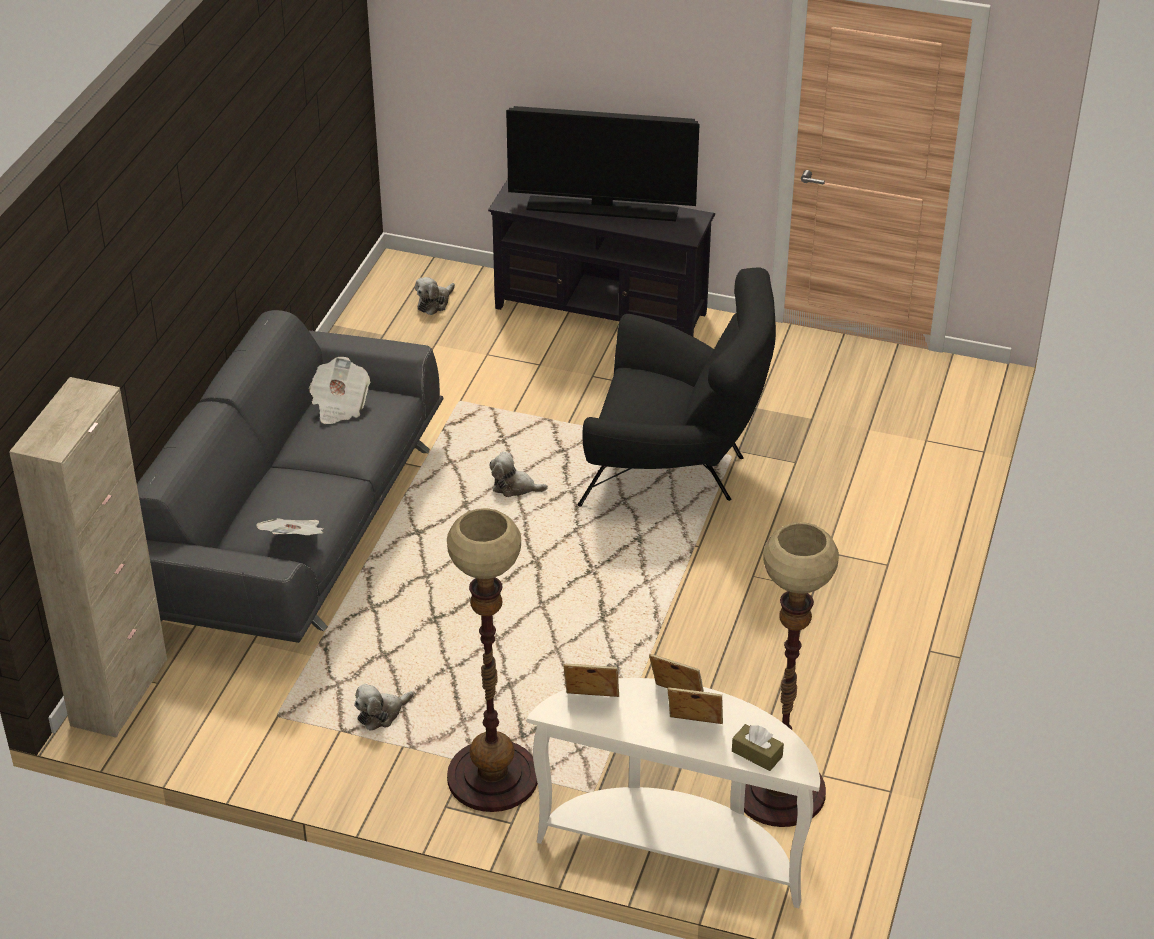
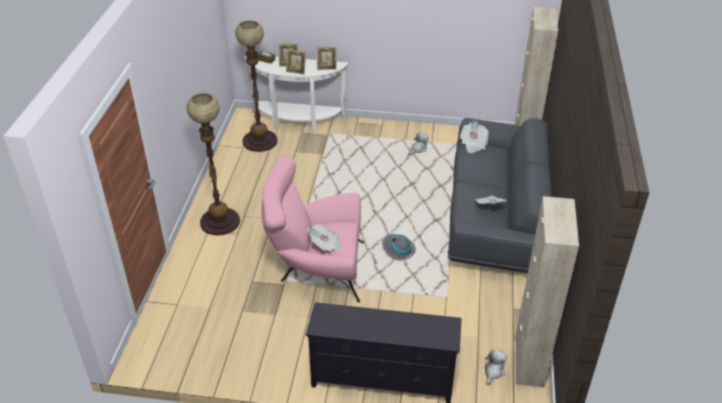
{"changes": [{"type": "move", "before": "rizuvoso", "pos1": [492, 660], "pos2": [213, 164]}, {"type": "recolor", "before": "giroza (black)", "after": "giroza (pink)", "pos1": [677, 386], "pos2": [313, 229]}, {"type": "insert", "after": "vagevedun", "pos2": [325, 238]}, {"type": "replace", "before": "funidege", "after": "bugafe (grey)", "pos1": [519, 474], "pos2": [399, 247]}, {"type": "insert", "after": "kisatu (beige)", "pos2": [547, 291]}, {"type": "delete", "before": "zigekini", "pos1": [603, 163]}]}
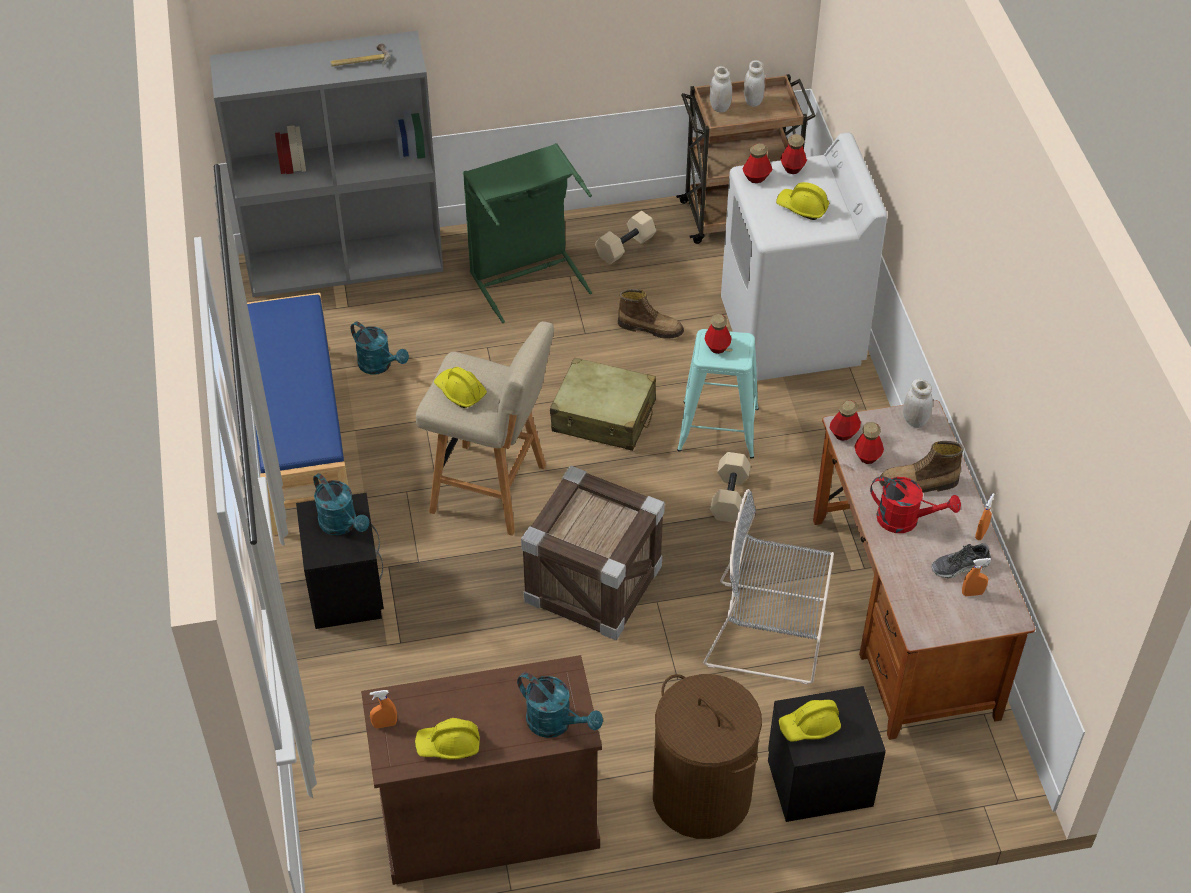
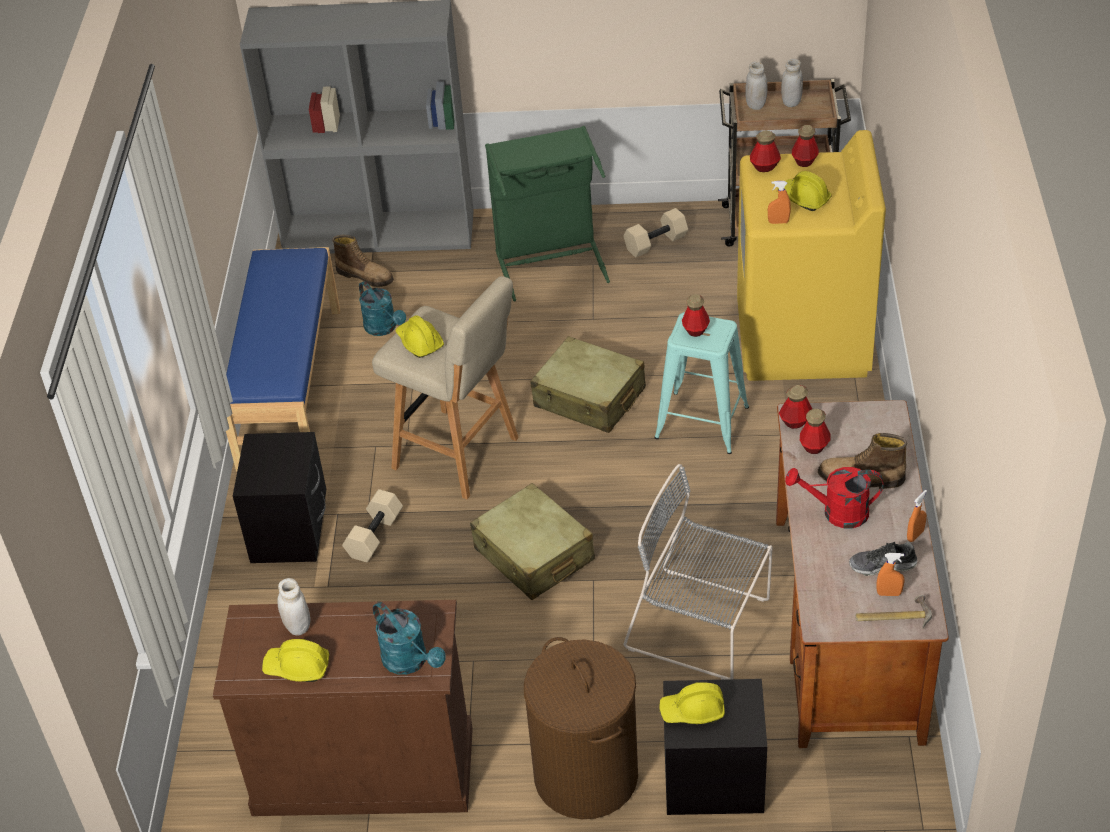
{"changes": [{"type": "move", "before": "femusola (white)", "pos1": [918, 403], "pos2": [294, 607]}, {"type": "move", "before": "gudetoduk", "pos1": [651, 314], "pos2": [363, 261]}, {"type": "move", "before": "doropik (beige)", "pos1": [730, 487], "pos2": [372, 525]}, {"type": "replace", "before": "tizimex", "after": "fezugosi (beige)", "pos1": [593, 553], "pos2": [532, 541]}, {"type": "recolor", "before": "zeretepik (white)", "after": "zeretepik (yellow)", "pos1": [804, 257], "pos2": [811, 255]}, {"type": "move", "before": "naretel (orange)", "pos1": [383, 709], "pos2": [779, 202]}, {"type": "rotate", "before": "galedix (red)", "pos1": [915, 504], "pos2": [834, 497], "turn": 150}, {"type": "move", "before": "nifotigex", "pos1": [360, 54], "pos2": [893, 612]}, {"type": "delete", "before": "galedix (turquoise)", "pos1": [341, 504]}]}
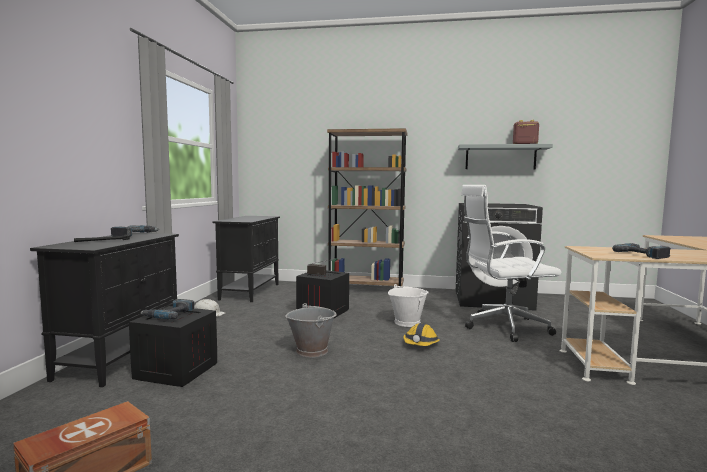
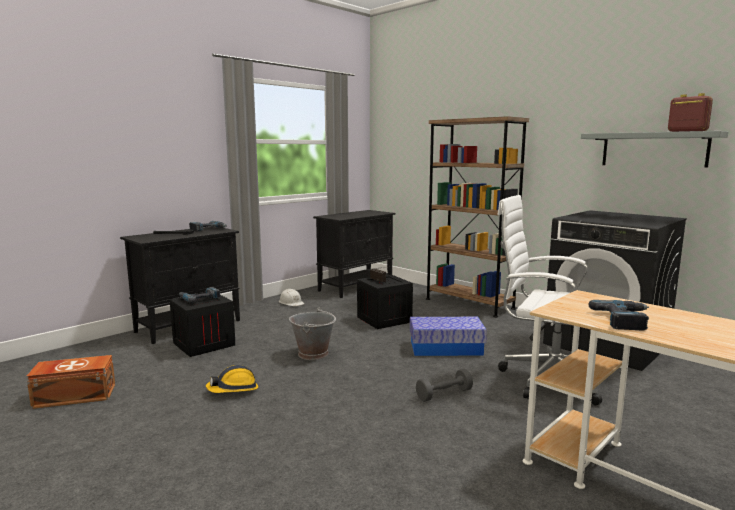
{"changes": [{"type": "move", "before": "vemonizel", "pos1": [421, 334], "pos2": [232, 379]}, {"type": "replace", "before": "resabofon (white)", "after": "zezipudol", "pos1": [408, 305], "pos2": [448, 336]}, {"type": "insert", "after": "doropik (grey)", "pos2": [444, 385]}]}
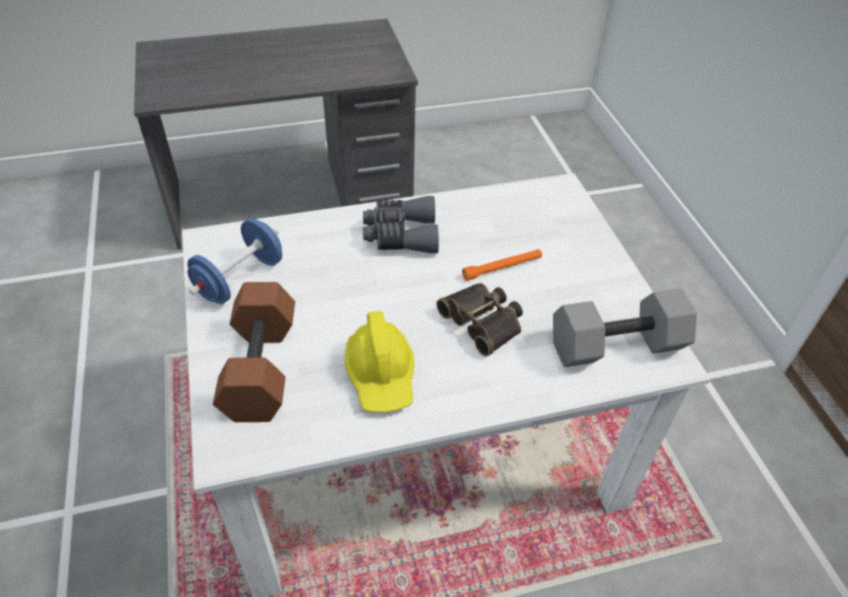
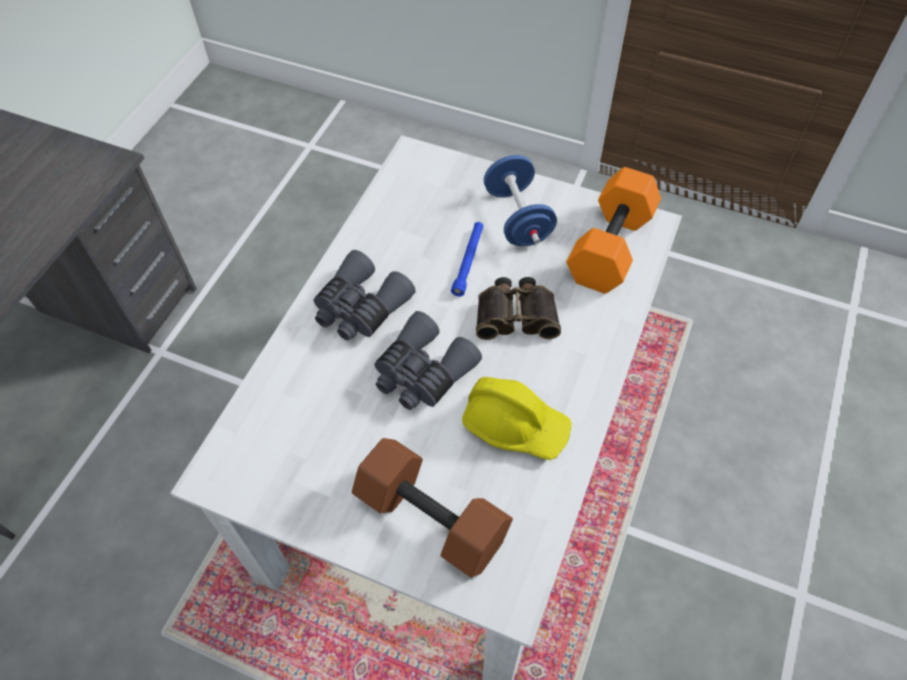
{"changes": [{"type": "insert", "after": "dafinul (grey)", "pos2": [428, 360]}, {"type": "recolor", "before": "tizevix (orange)", "after": "tizevix (blue)", "pos1": [502, 265], "pos2": [467, 259]}, {"type": "move", "before": "doropik (blue)", "pos1": [234, 261], "pos2": [520, 200]}, {"type": "recolor", "before": "doropik (grey)", "after": "doropik (orange)", "pos1": [625, 328], "pos2": [613, 230]}]}
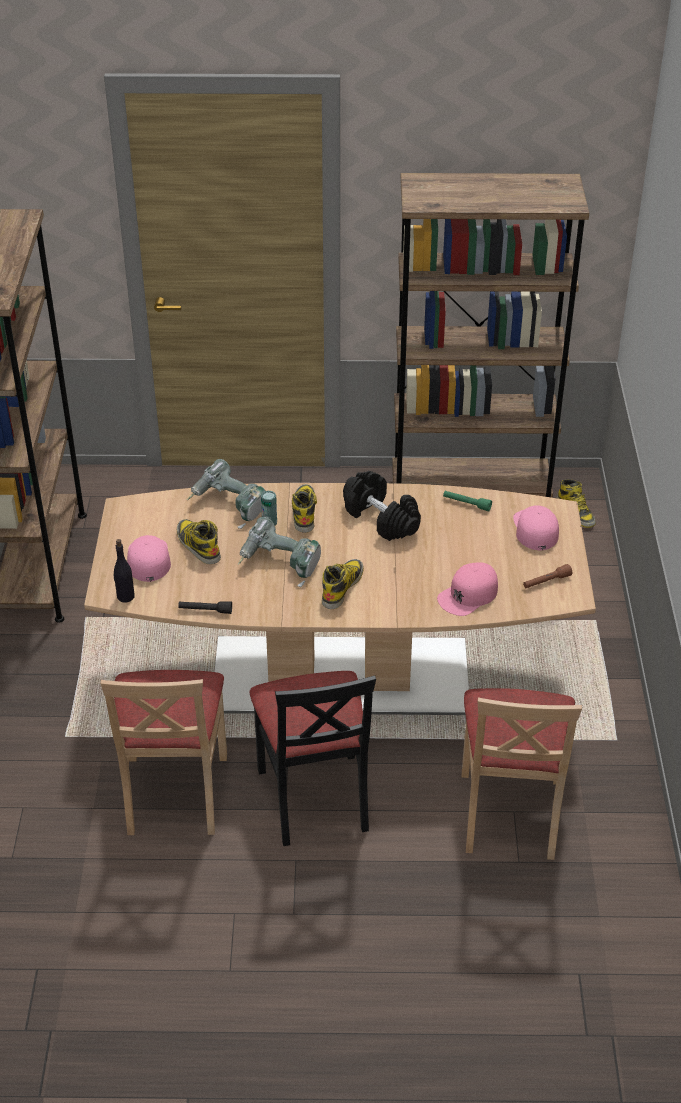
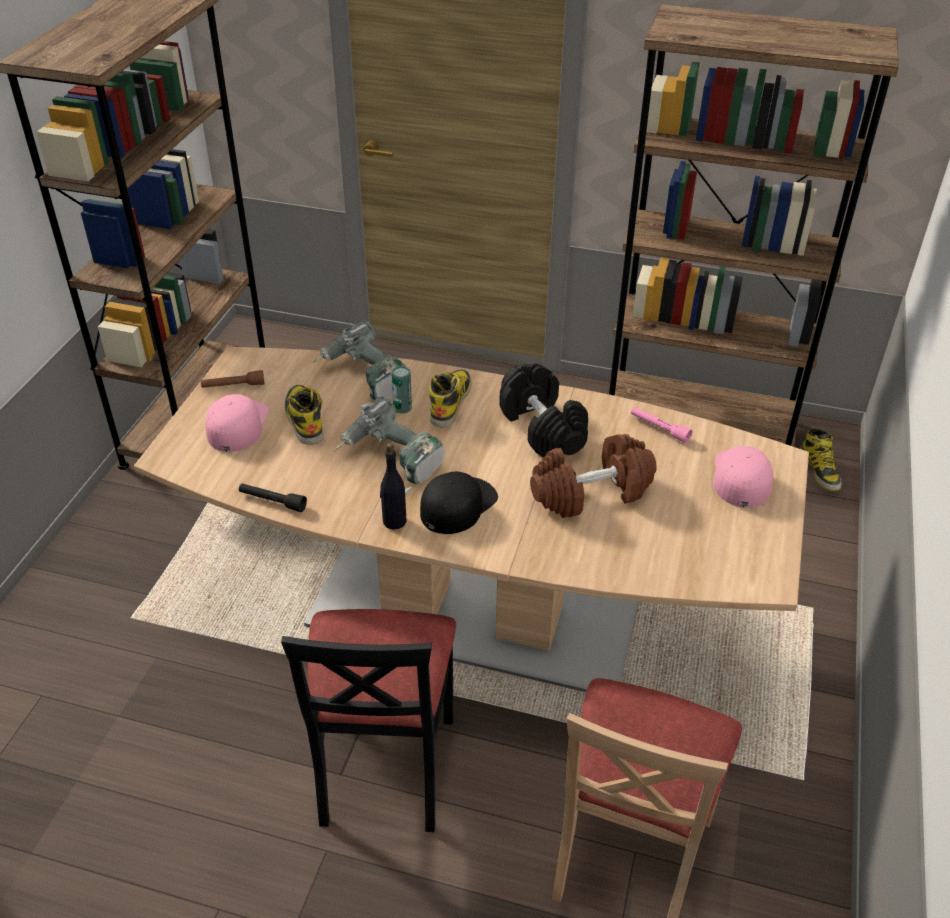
{"changes": [{"type": "move", "before": "tizevix (brown)", "pos1": [547, 576], "pos2": [232, 379]}, {"type": "move", "before": "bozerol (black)", "pos1": [124, 570], "pos2": [393, 486]}, {"type": "replace", "before": "gudetoduk", "after": "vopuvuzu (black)", "pos1": [343, 584], "pos2": [459, 502]}, {"type": "insert", "after": "doropik (brown)", "pos2": [593, 476]}, {"type": "recolor", "before": "tizevix (green)", "after": "tizevix (pink)", "pos1": [467, 501], "pos2": [661, 425]}, {"type": "delete", "before": "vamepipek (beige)", "pos1": [163, 752]}, {"type": "delete", "before": "vopuvuzu (pink)", "pos1": [467, 589]}]}
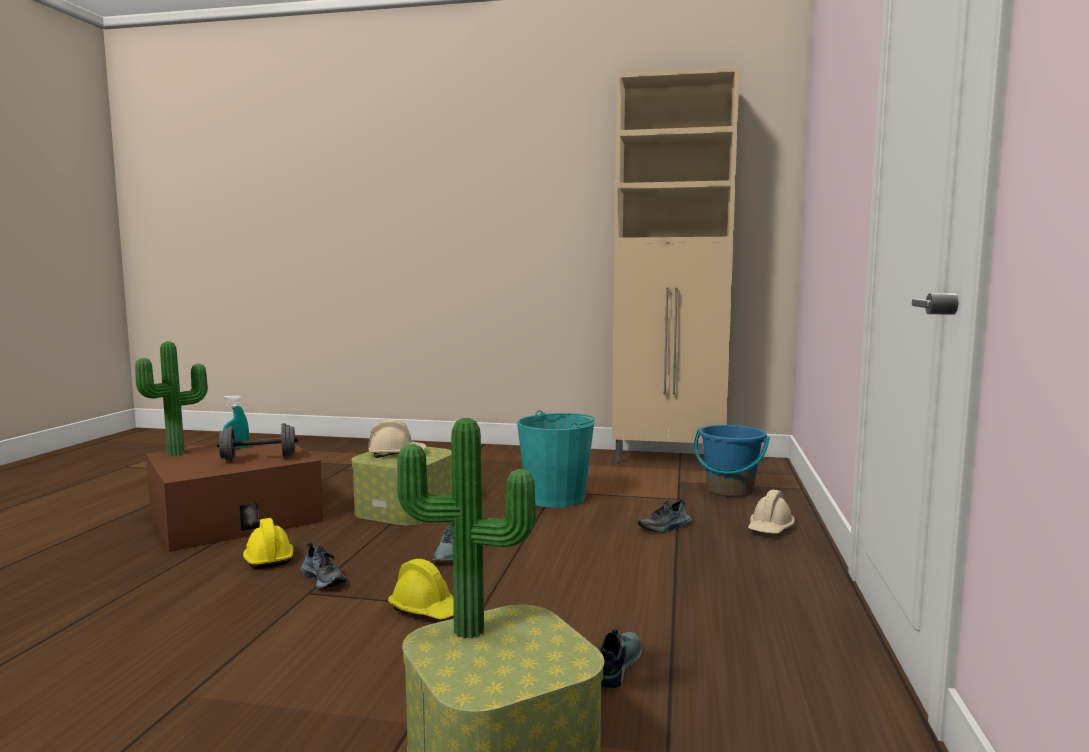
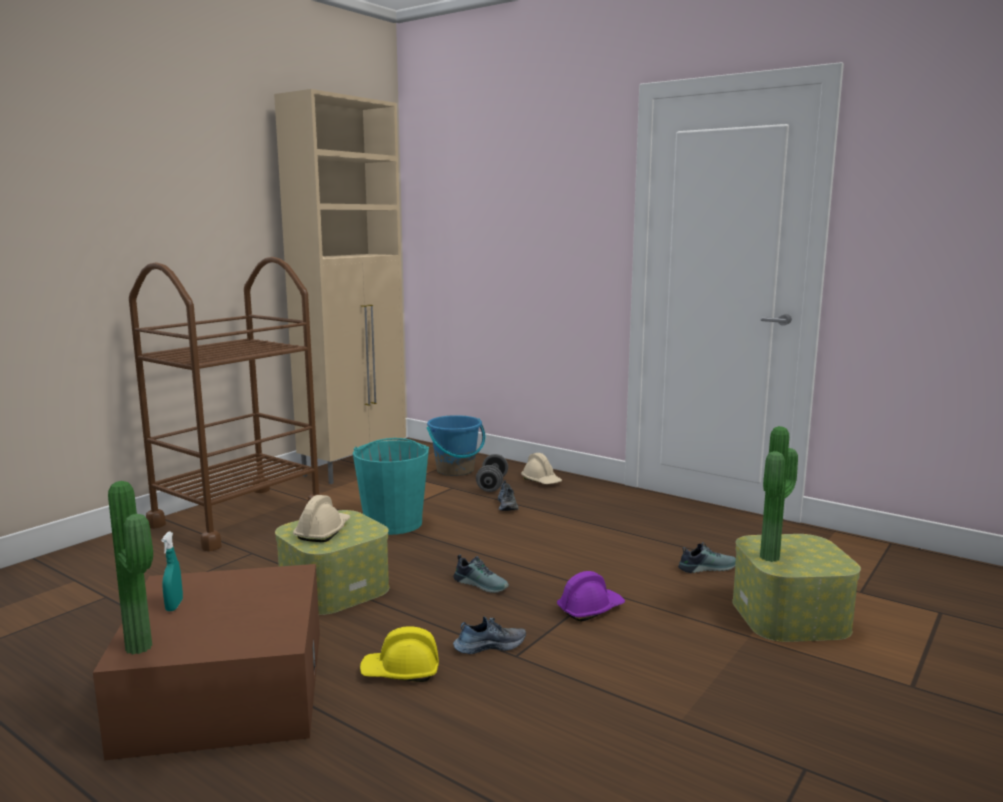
{"changes": [{"type": "insert", "after": "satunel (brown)", "pos2": [225, 404]}, {"type": "move", "before": "doropik (grey)", "pos1": [257, 442], "pos2": [492, 473]}, {"type": "recolor", "before": "vemonizel (yellow)", "after": "vemonizel (purple)", "pos1": [421, 589], "pos2": [591, 596]}, {"type": "rotate", "before": "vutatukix", "pos1": [620, 658], "pos2": [707, 557], "turn": 120}]}
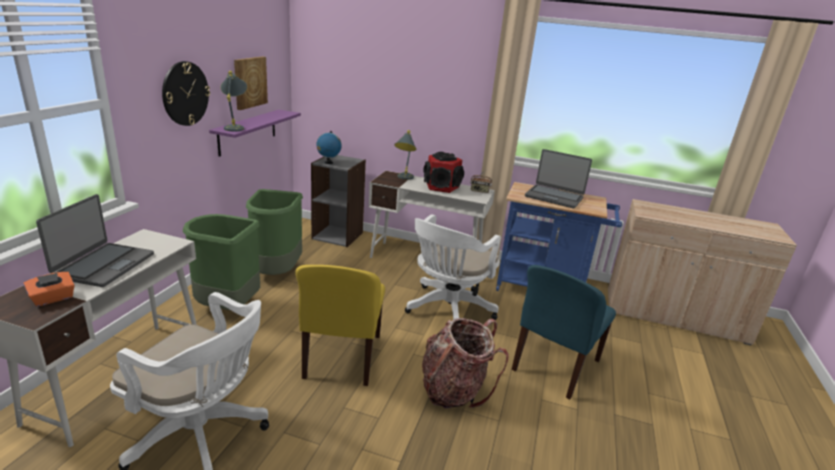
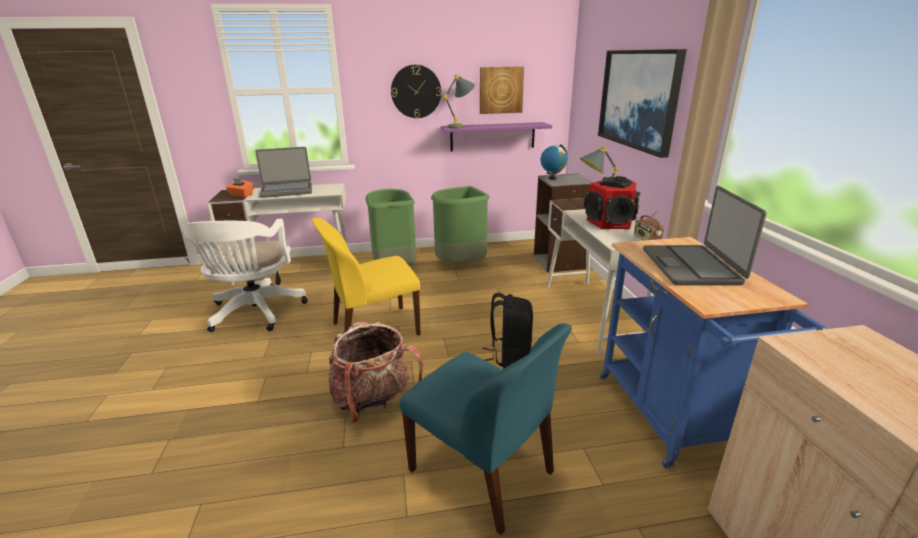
{"changes": [{"type": "rotate", "before": "vamepipek (blue)", "pos1": [564, 332], "pos2": [485, 429], "turn": -150}, {"type": "replace", "before": "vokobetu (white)", "after": "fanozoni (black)", "pos1": [453, 267], "pos2": [508, 330]}, {"type": "insert", "after": "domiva", "pos2": [642, 103]}]}
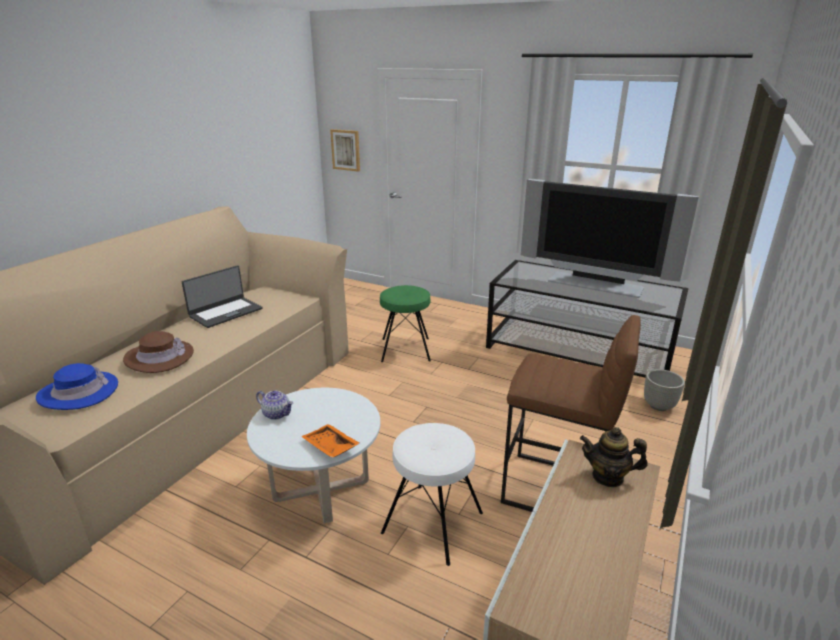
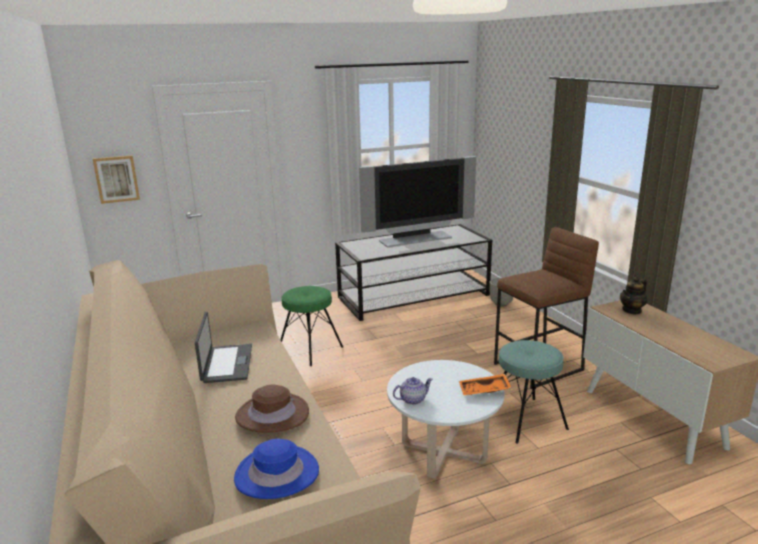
{"changes": [{"type": "recolor", "before": "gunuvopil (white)", "after": "gunuvopil (turquoise)", "pos1": [432, 494], "pos2": [534, 392]}]}
